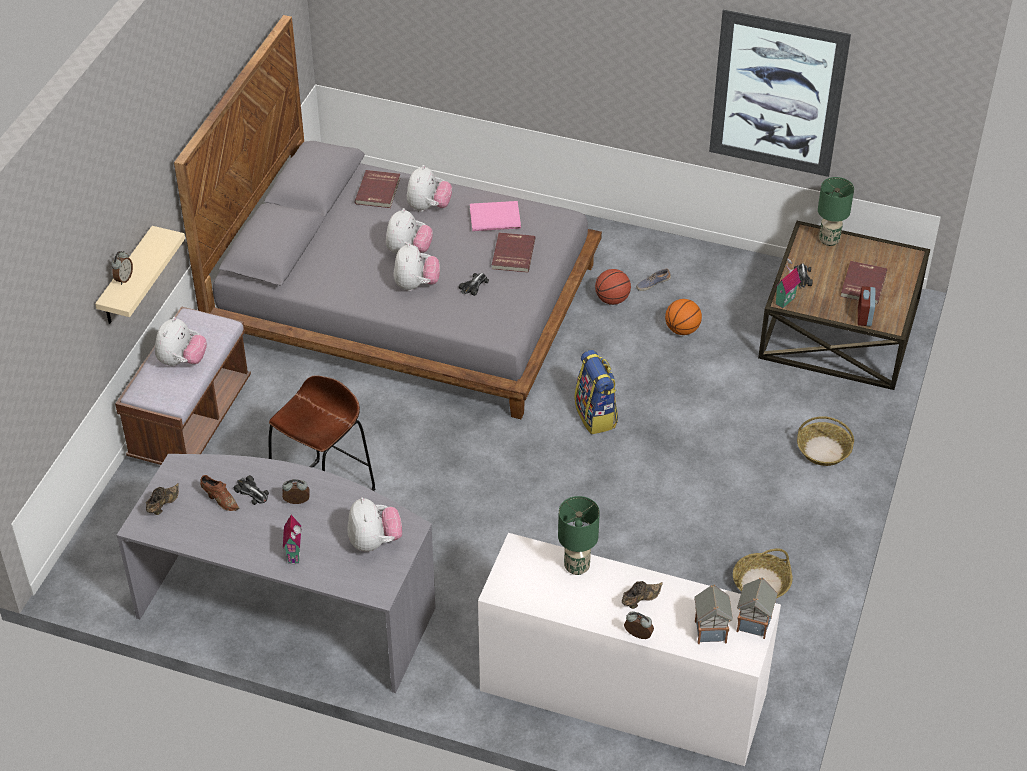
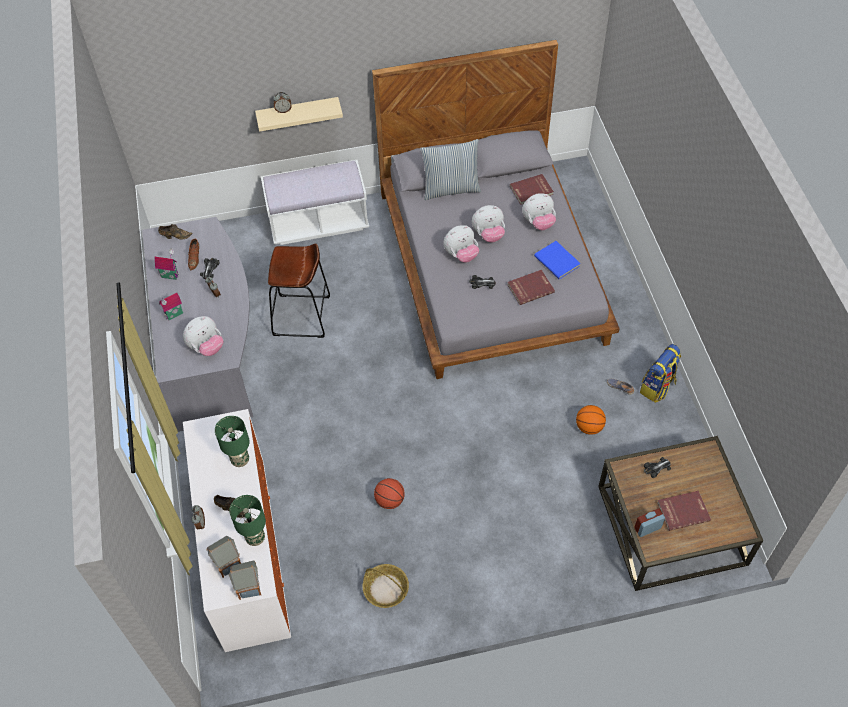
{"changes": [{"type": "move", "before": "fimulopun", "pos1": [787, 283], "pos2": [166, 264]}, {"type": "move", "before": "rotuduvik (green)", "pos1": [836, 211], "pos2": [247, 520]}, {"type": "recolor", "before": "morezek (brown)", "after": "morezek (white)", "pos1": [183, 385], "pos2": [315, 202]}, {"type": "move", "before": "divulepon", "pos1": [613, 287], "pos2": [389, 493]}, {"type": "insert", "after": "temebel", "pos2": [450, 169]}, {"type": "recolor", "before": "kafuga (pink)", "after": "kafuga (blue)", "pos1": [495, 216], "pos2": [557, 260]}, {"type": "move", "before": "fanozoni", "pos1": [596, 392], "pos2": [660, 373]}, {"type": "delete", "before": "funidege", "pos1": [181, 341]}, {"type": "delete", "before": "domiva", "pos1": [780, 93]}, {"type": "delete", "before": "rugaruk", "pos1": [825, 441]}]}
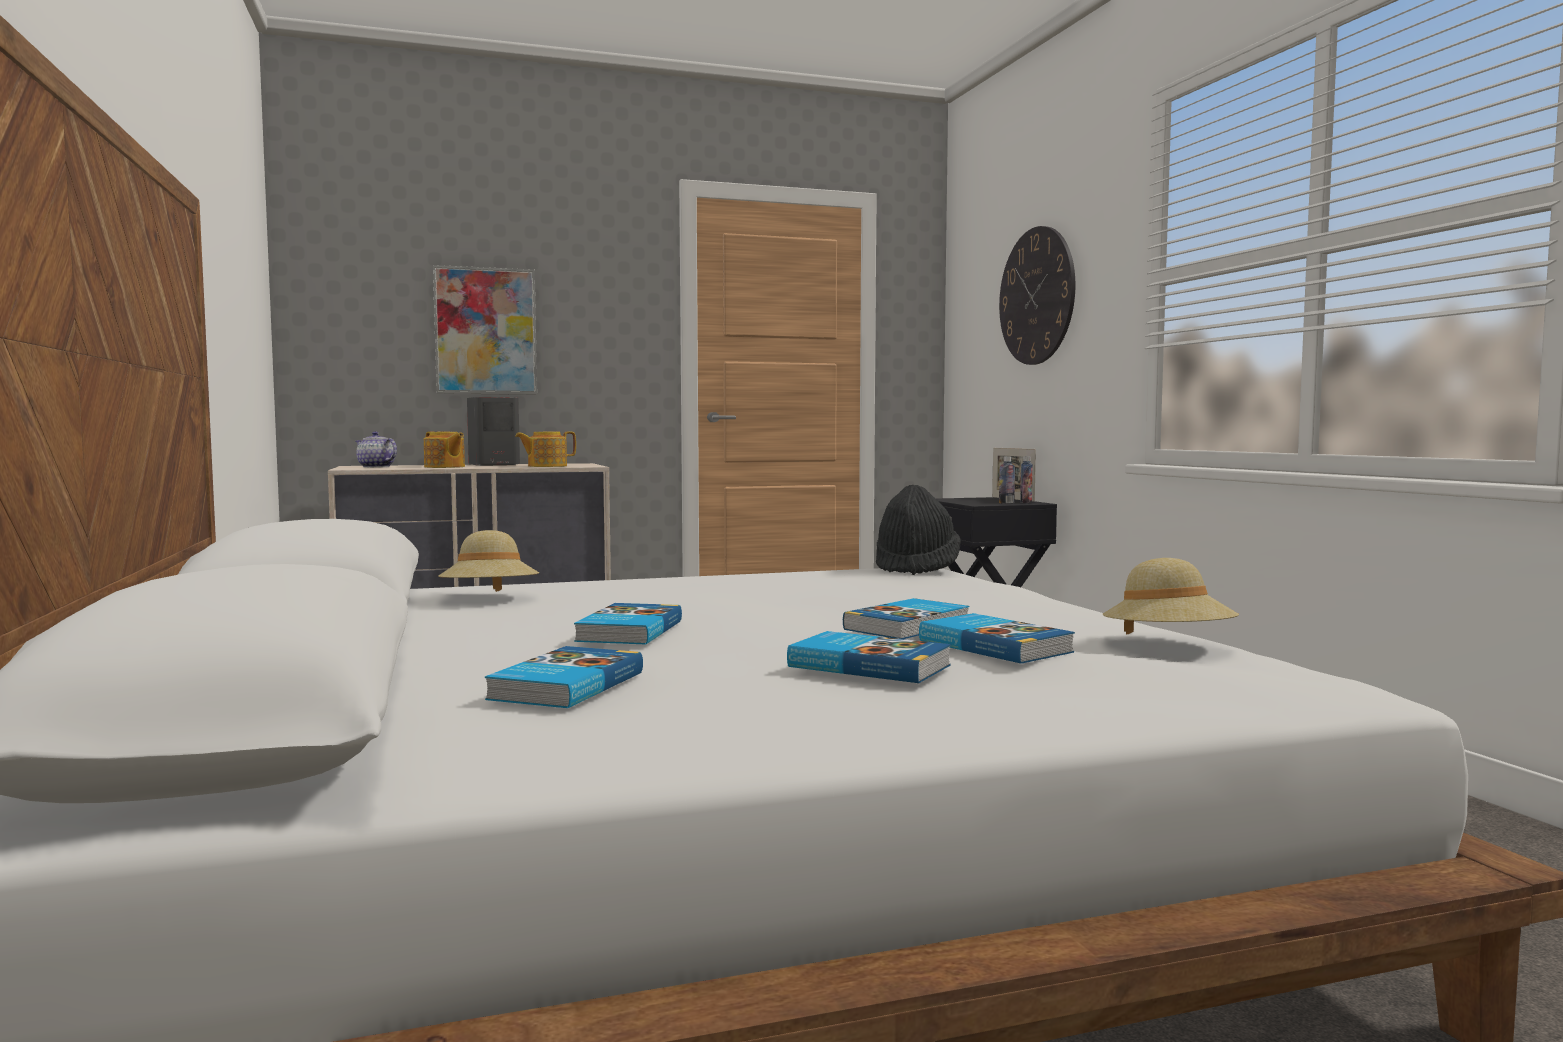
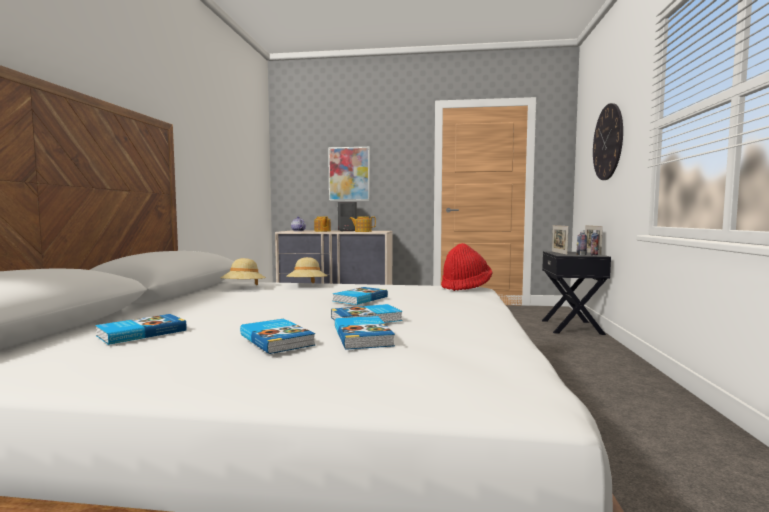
{"changes": [{"type": "move", "before": "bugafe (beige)", "pos1": [1171, 596], "pos2": [307, 270]}, {"type": "move", "before": "kafuga", "pos1": [628, 623], "pos2": [360, 296]}, {"type": "recolor", "before": "bugafe (black)", "after": "bugafe (red)", "pos1": [918, 530], "pos2": [466, 267]}, {"type": "insert", "after": "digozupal", "pos2": [560, 240]}]}
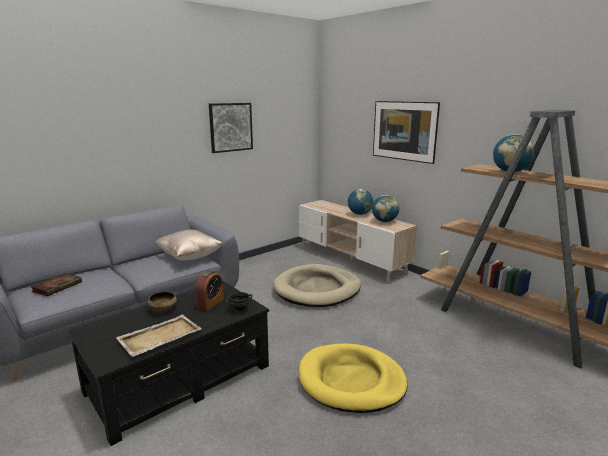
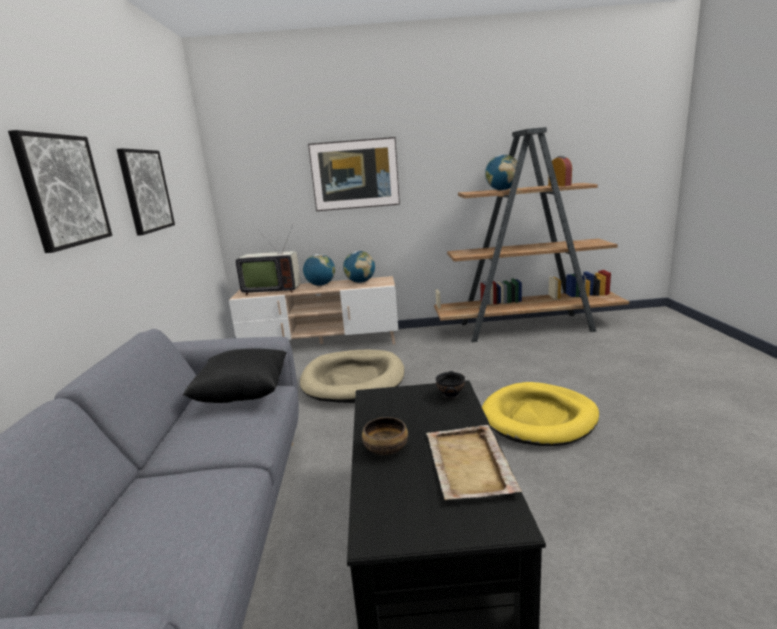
{"changes": [{"type": "insert", "after": "domiva", "pos2": [60, 191]}, {"type": "recolor", "before": "temebel (beige)", "after": "temebel (black)", "pos1": [189, 245], "pos2": [235, 375]}, {"type": "insert", "after": "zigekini", "pos2": [268, 260]}, {"type": "move", "before": "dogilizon", "pos1": [210, 291], "pos2": [560, 171]}, {"type": "delete", "before": "kafuga", "pos1": [56, 284]}]}
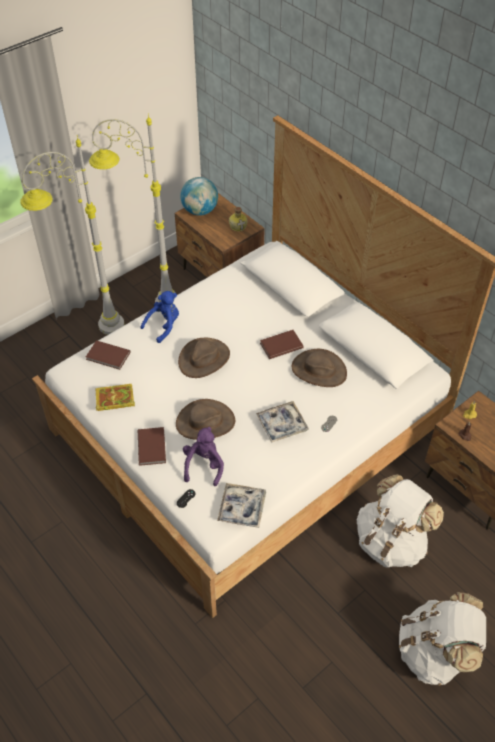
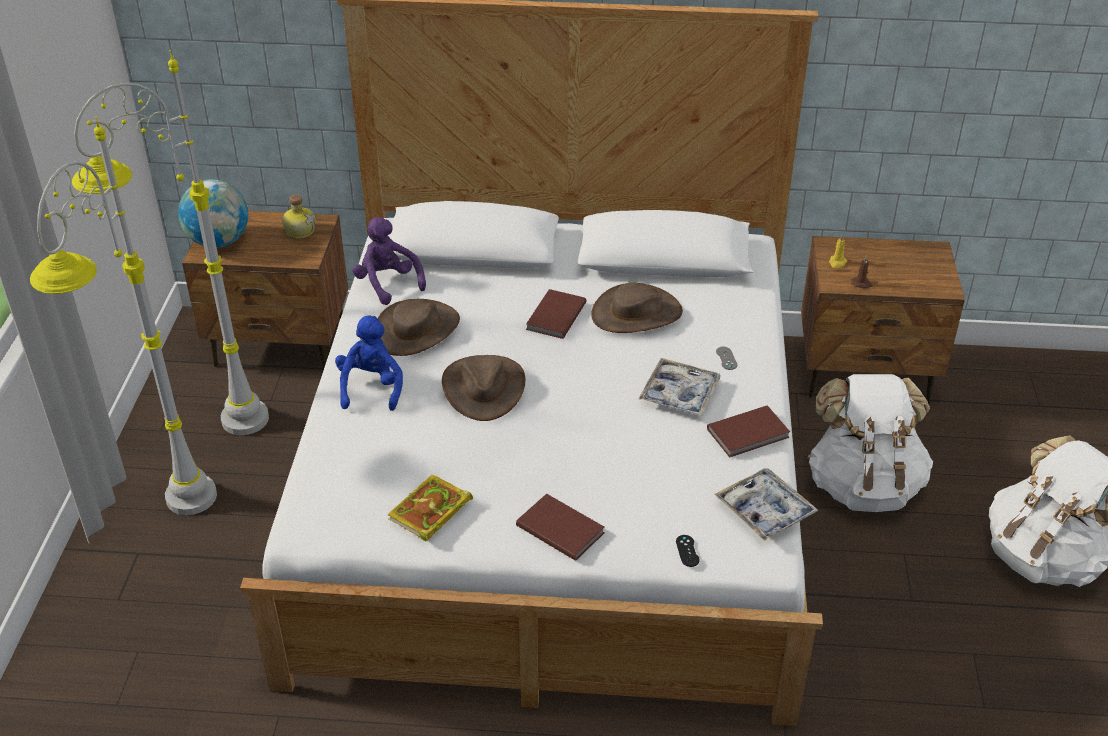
{"changes": [{"type": "move", "before": "funidege (purple)", "pos1": [203, 456], "pos2": [389, 261]}, {"type": "move", "before": "bugafe (brown)", "pos1": [205, 419], "pos2": [419, 327]}, {"type": "move", "before": "kafuga (brown)", "pos1": [108, 355], "pos2": [748, 431]}]}
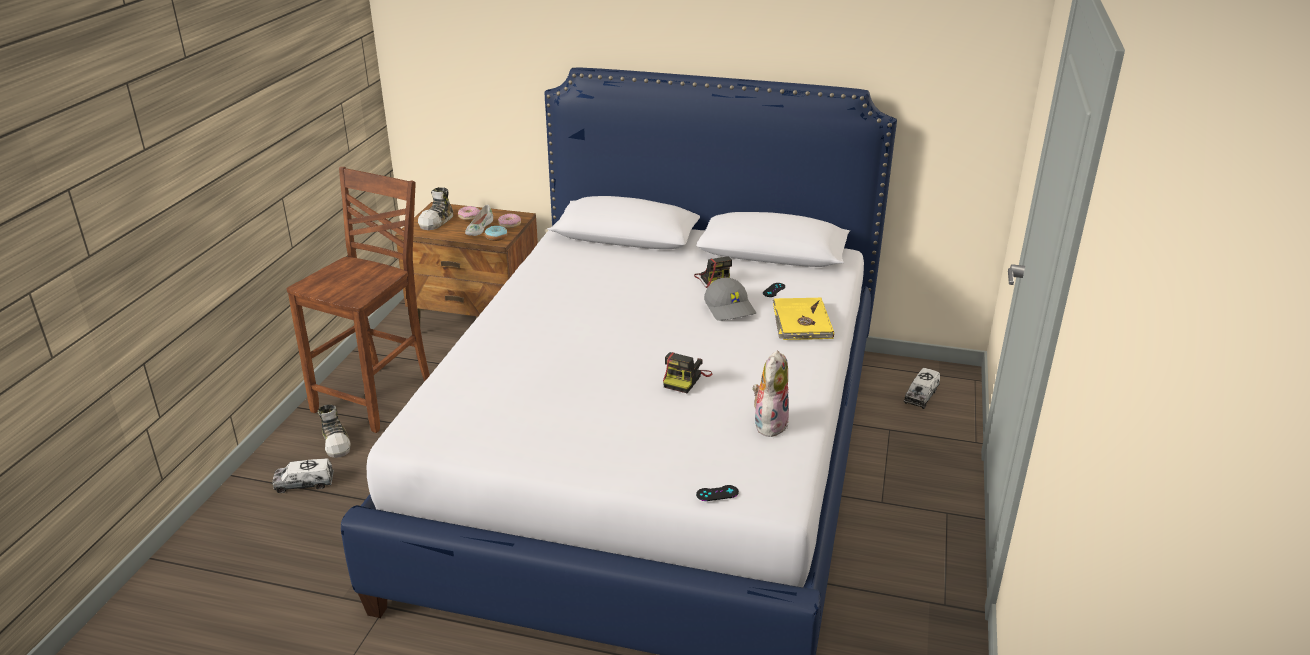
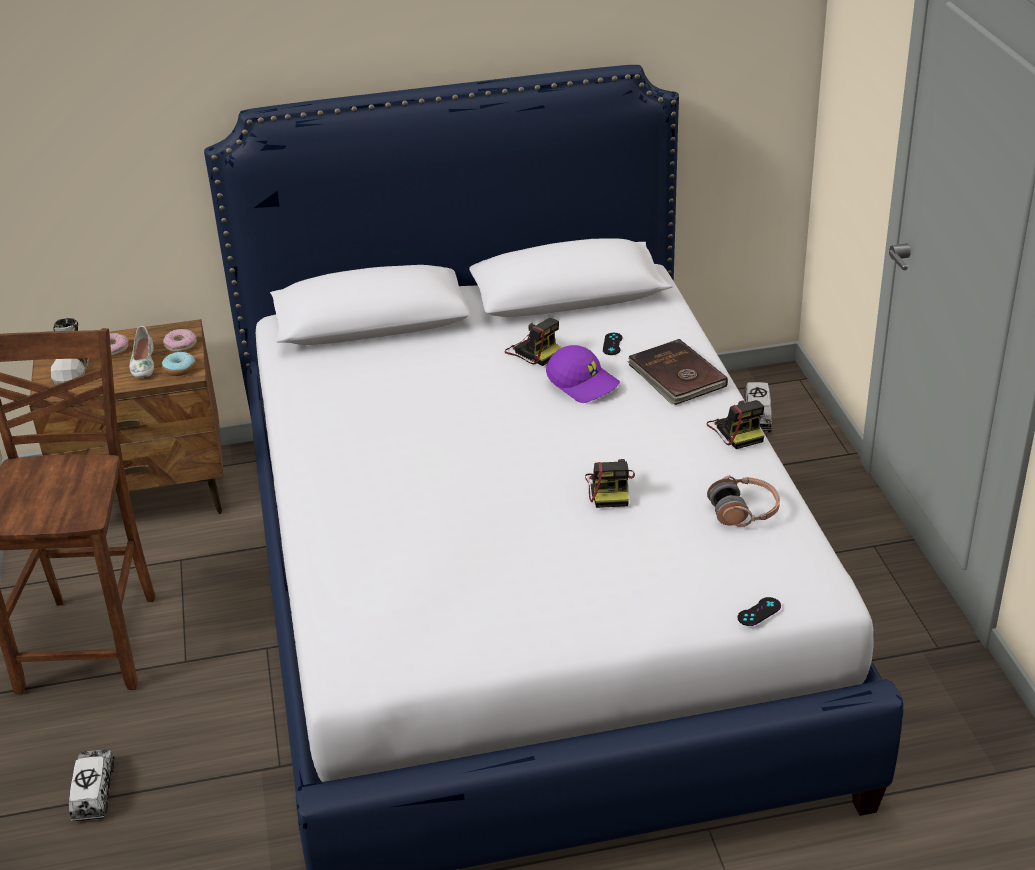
{"changes": [{"type": "rotate", "before": "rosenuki", "pos1": [303, 475], "pos2": [92, 785], "turn": 120}, {"type": "recolor", "before": "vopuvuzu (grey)", "after": "vopuvuzu (purple)", "pos1": [730, 299], "pos2": [583, 374]}, {"type": "recolor", "before": "kafuga (yellow)", "after": "kafuga (brown)", "pos1": [803, 318], "pos2": [678, 372]}, {"type": "insert", "after": "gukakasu", "pos2": [735, 424]}, {"type": "replace", "before": "funidege", "after": "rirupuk", "pos1": [770, 393], "pos2": [743, 501]}, {"type": "delete", "before": "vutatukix", "pos1": [334, 431]}]}
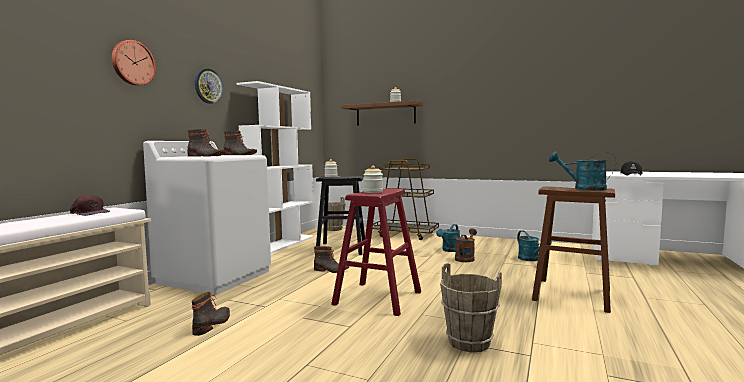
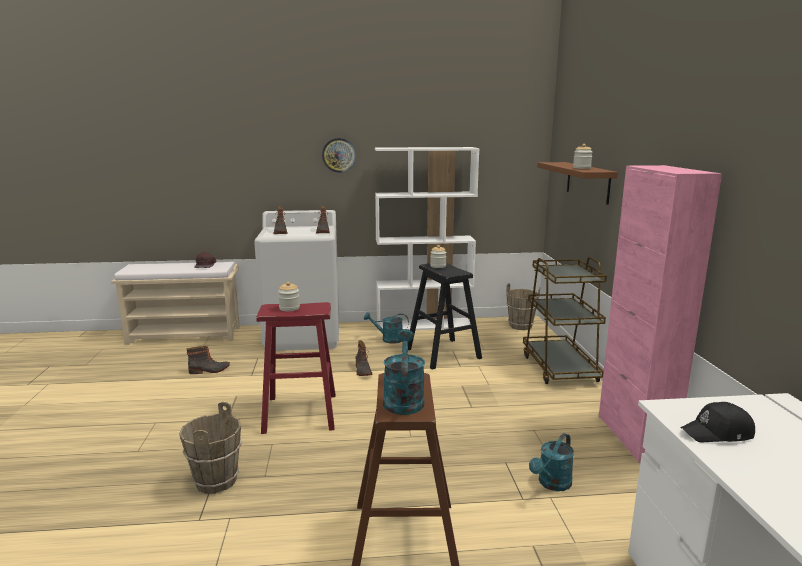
{"changes": [{"type": "move", "before": "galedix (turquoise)", "pos1": [448, 238], "pos2": [386, 328]}, {"type": "insert", "after": "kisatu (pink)", "pos2": [660, 314]}, {"type": "delete", "before": "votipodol", "pos1": [134, 63]}, {"type": "delete", "before": "galedix (brown)", "pos1": [466, 245]}]}
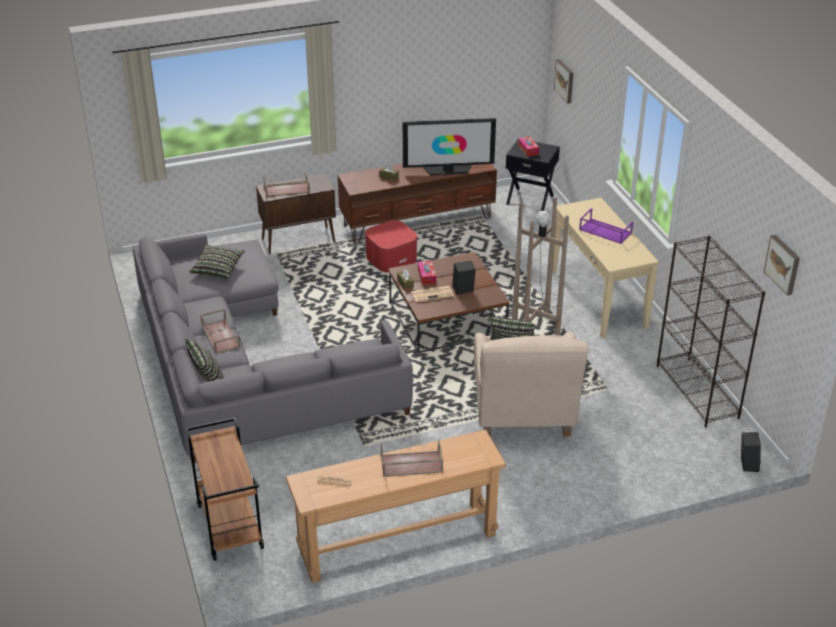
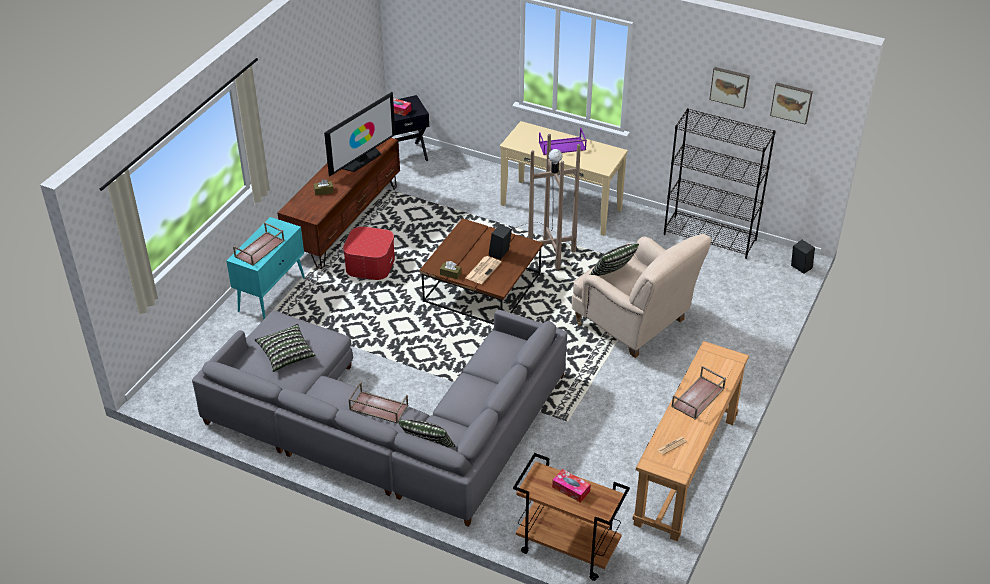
{"changes": [{"type": "recolor", "before": "kisatu (brown)", "after": "kisatu (turquoise)", "pos1": [296, 214], "pos2": [265, 268]}, {"type": "move", "before": "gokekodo", "pos1": [427, 273], "pos2": [571, 486]}, {"type": "move", "before": "domiva", "pos1": [563, 81], "pos2": [729, 87]}]}
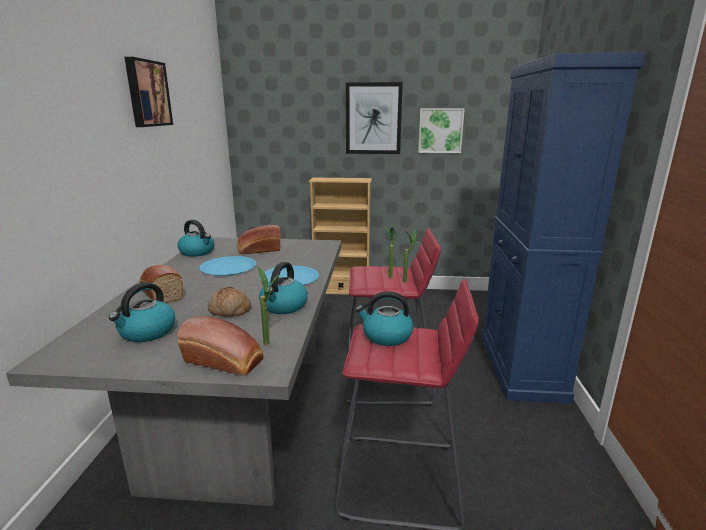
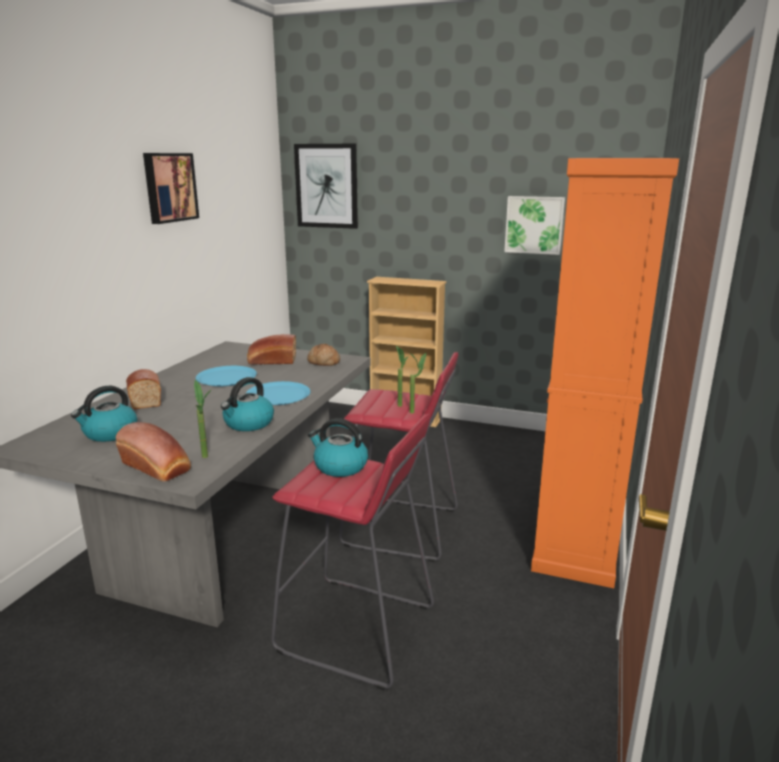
{"changes": [{"type": "move", "before": "domiva", "pos1": [374, 118], "pos2": [326, 186]}, {"type": "move", "before": "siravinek", "pos1": [229, 302], "pos2": [323, 355]}, {"type": "recolor", "before": "kisatu (blue)", "after": "kisatu (orange)", "pos1": [563, 228], "pos2": [605, 373]}, {"type": "delete", "before": "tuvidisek", "pos1": [196, 238]}]}
